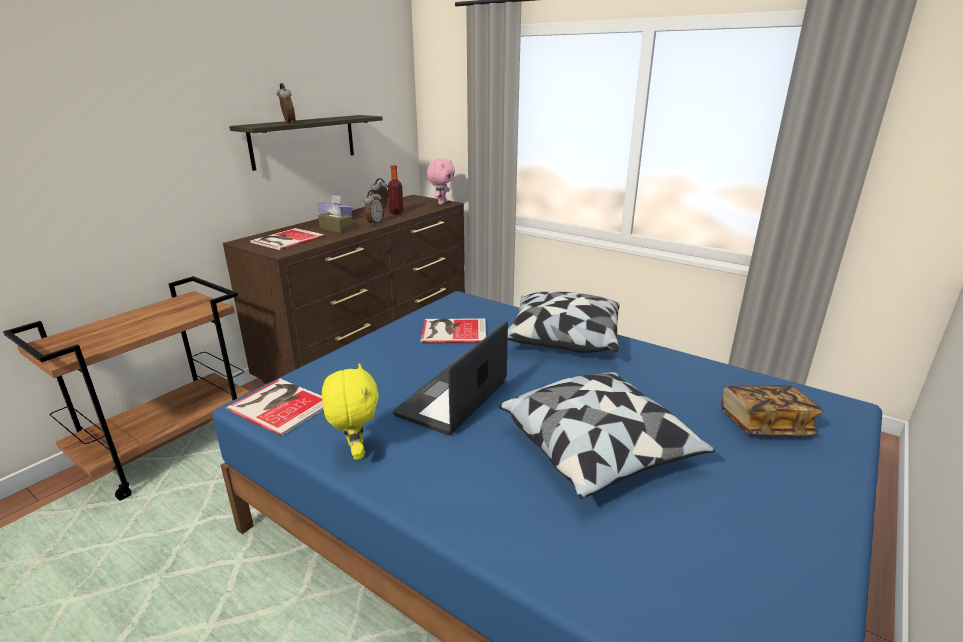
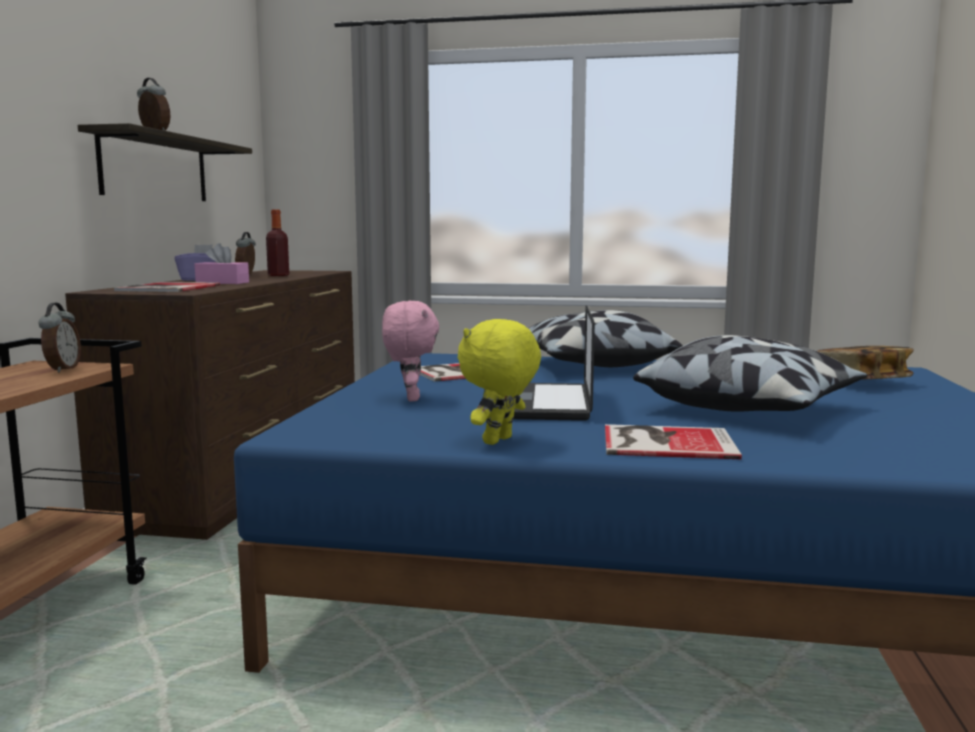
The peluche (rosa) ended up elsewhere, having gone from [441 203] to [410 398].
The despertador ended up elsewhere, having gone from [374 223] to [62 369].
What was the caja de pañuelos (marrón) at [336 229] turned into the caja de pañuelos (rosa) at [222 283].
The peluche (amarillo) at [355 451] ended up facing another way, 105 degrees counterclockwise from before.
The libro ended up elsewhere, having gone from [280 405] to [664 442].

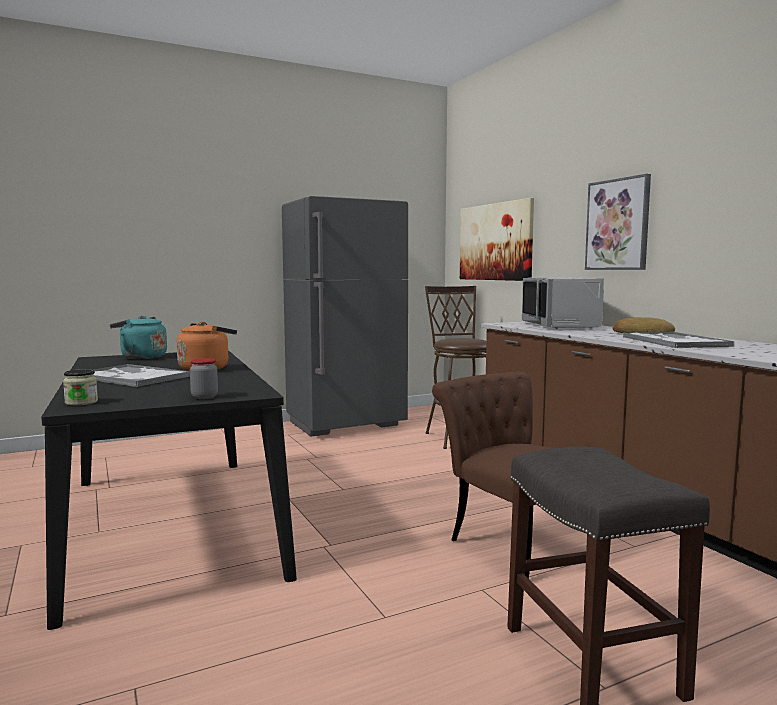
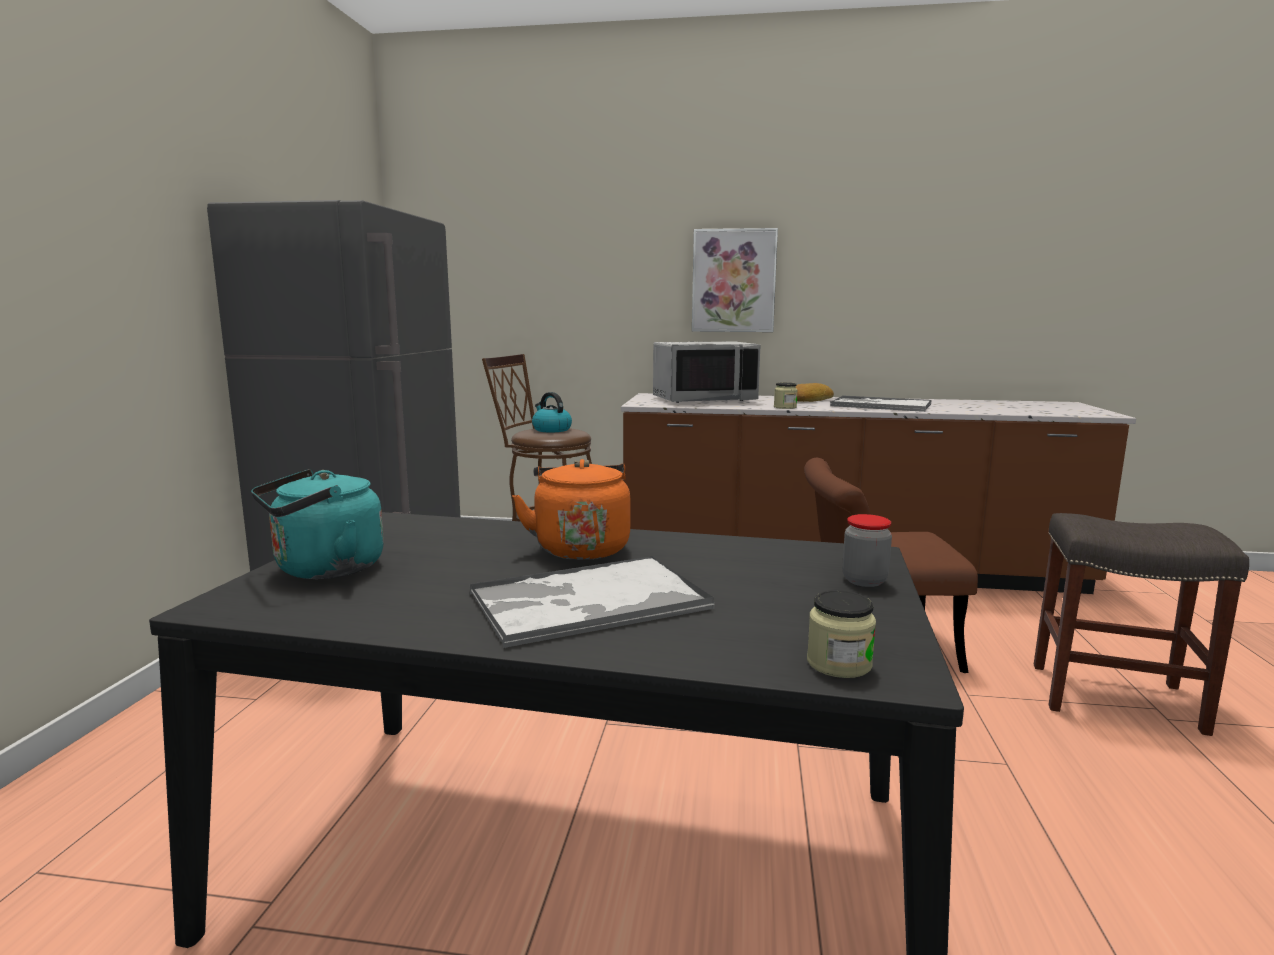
The second view lost the cuadro at [495 242].
The microondas (gris) at [561 326] ended up facing another way, 45 degrees counterclockwise from before.
The second view gained the tarro at [785 407].
The second view gained the hervidor at [551 429].

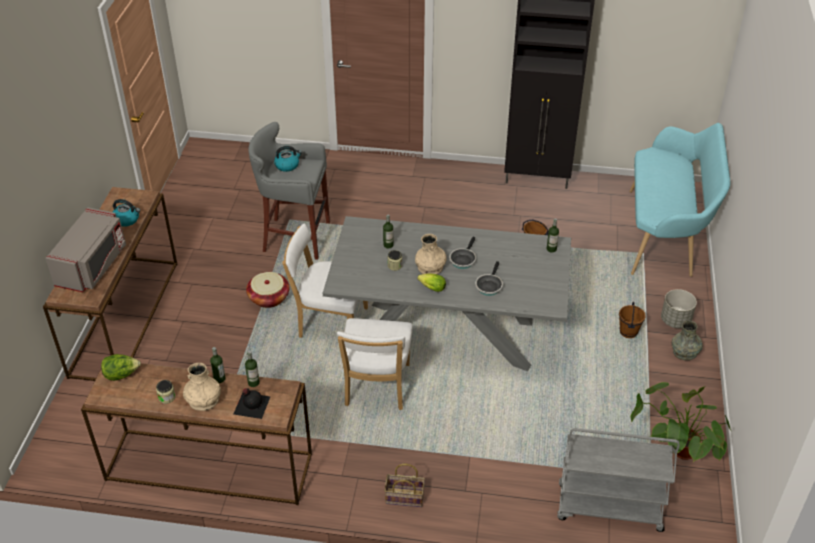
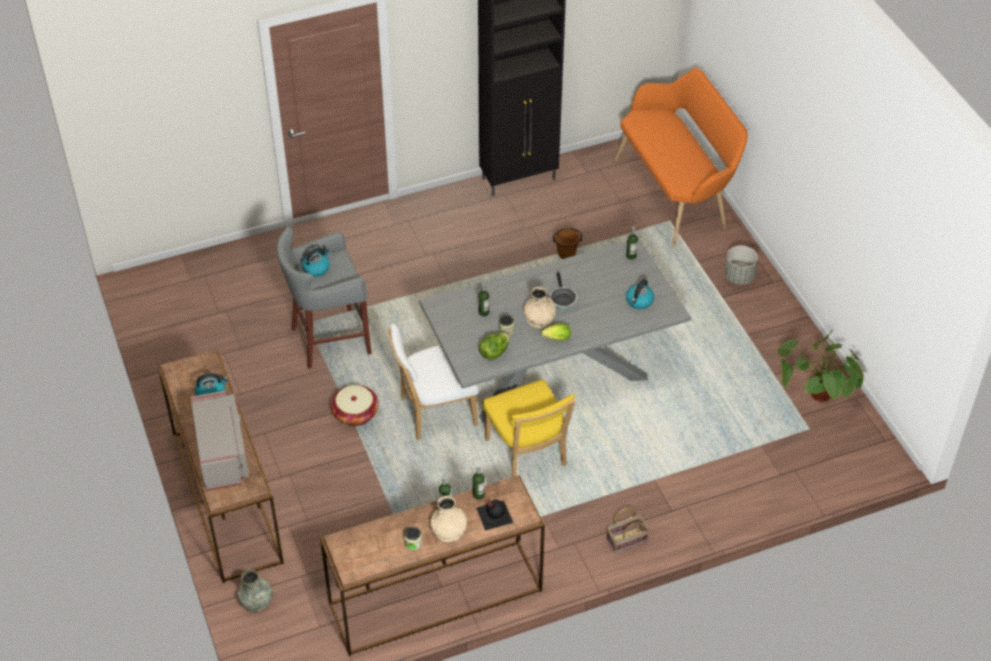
What was the banco (turquesa) at [665 234] turned into the banco (naranja) at [676 193].
The second view lost the sartén at [489 286].
The second view lost the cubo (marrón) at [628 332].
What was the silla (blanco) at [376 388] turned into the silla (amarillo) at [527 455].
The florero (gris) ended up elsewhere, having gone from [685 352] to [256 600].
The lechuga ended up elsewhere, having gone from [121 375] to [494 352].
The second view lost the carrito (gris) at [608 508].
The second view gained the hervidor at [639 301].

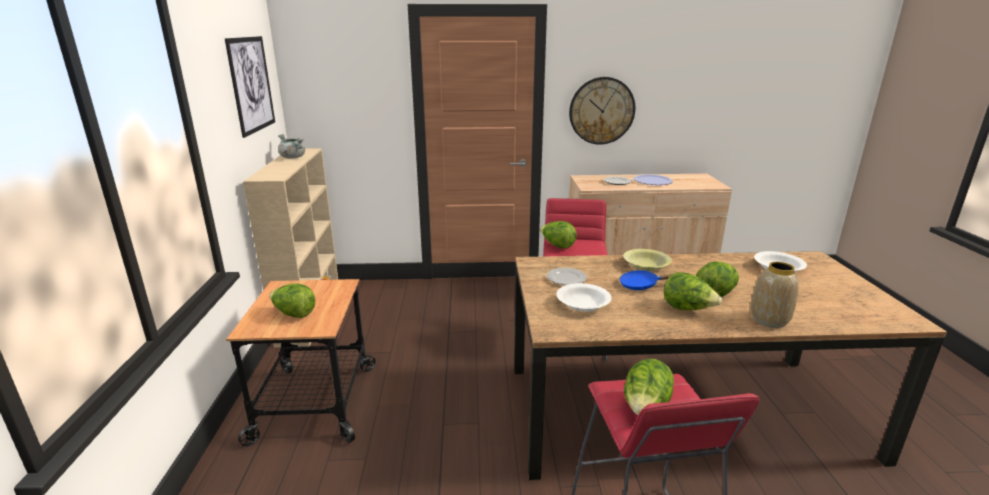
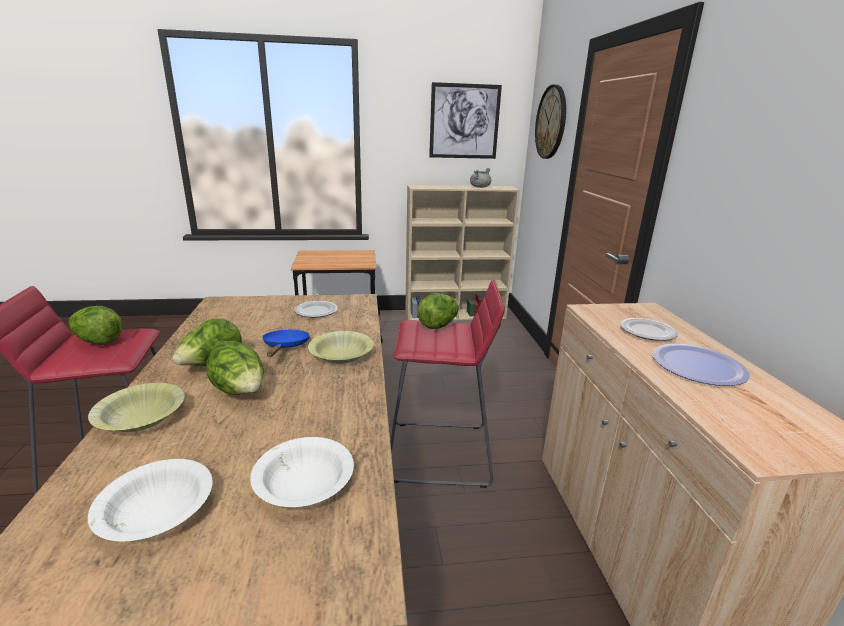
The reloj de pared ended up elsewhere, having gone from [601 111] to [551 122].
Where the florero stood at [769 320], the cuenco (amarillo) came to stand at [141 417].
The second view lost the lechuga at [294 314].
The cuenco (blanco) ended up elsewhere, having gone from [583 304] to [157 511].

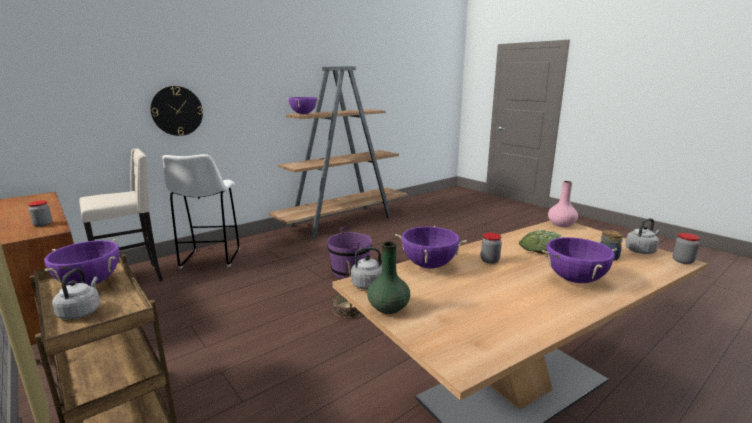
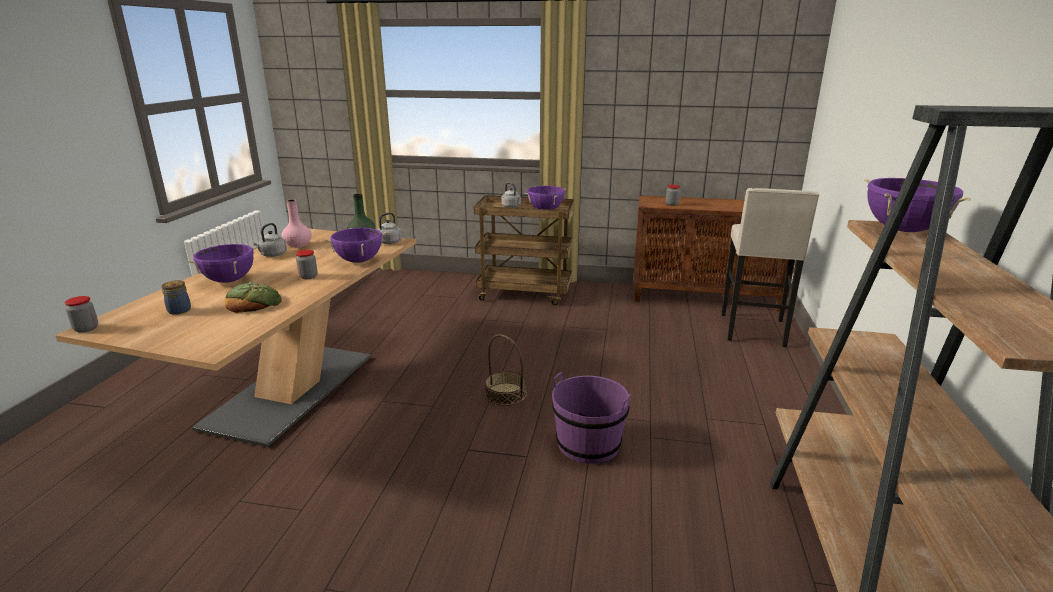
The second view lost the reloj de pared at [177 111].
The second view lost the taburete (blanco) at [210 259].
The florero (rosa) ended up elsewhere, having gone from [561 224] to [298 245].
The hervidor (gris) ended up elsewhere, having gone from [641 250] to [272 255].

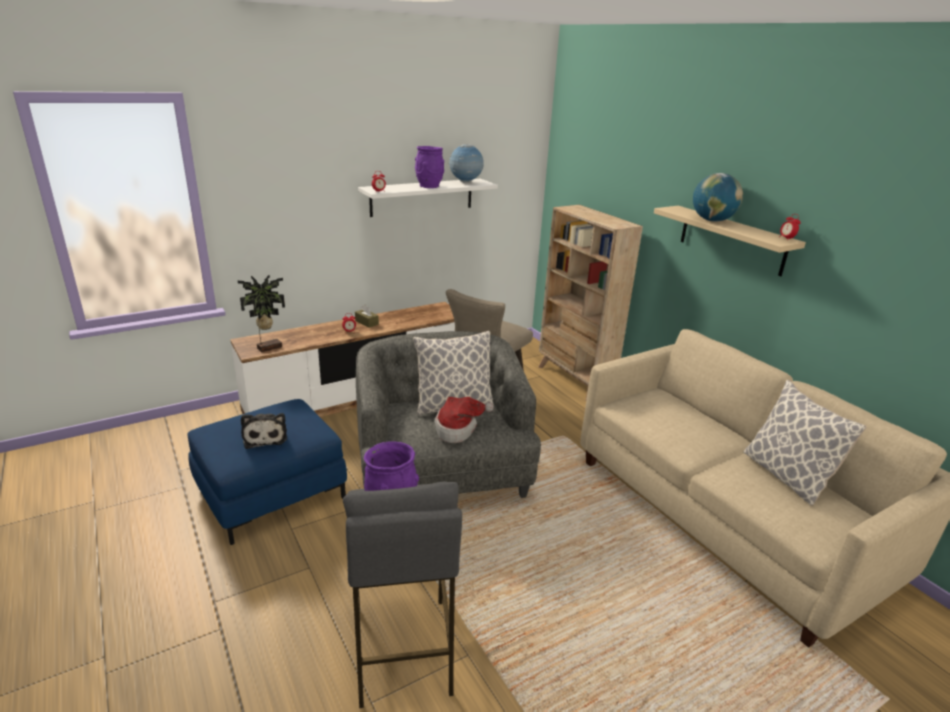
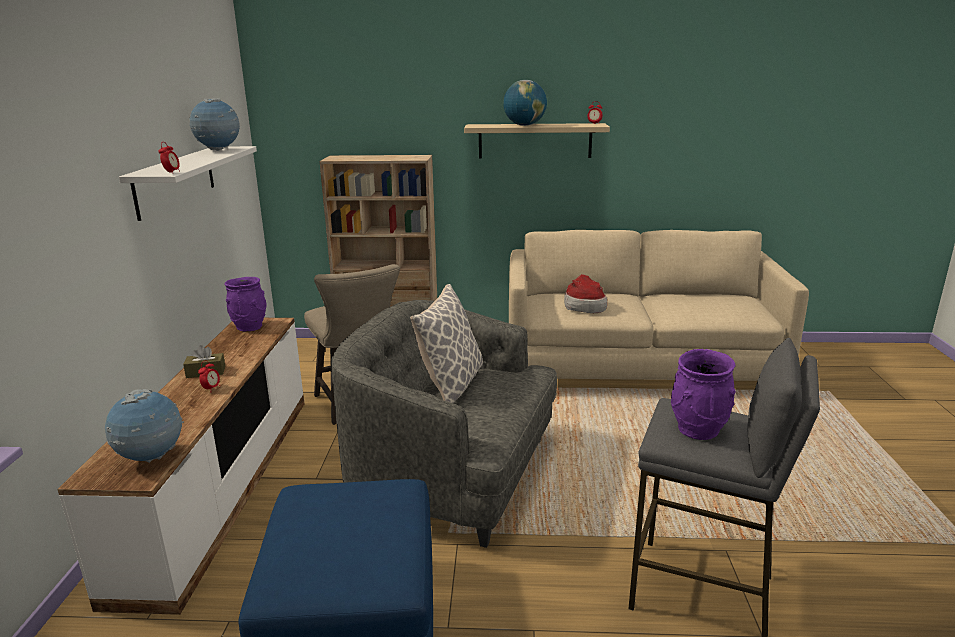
The florero (morado) ended up elsewhere, having gone from [429 186] to [250 327].
Where the planta en maceta stood at [268 347], the globo terráqueo came to stand at [151 458].
The second view lost the cojín at [786 475].
The sombrero ended up elsewhere, having gone from [458 429] to [584 305].
The second view lost the peluche at [265 437].

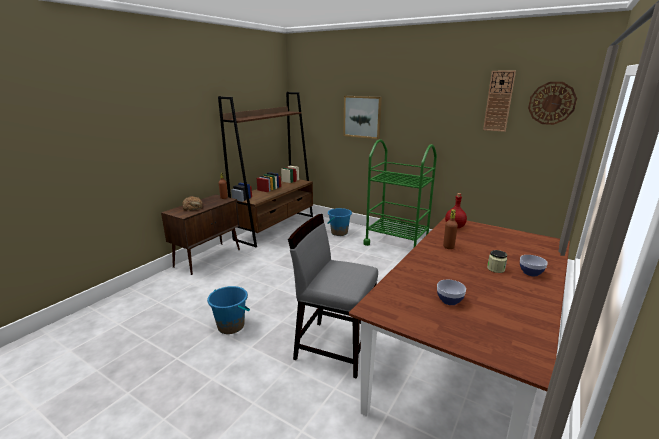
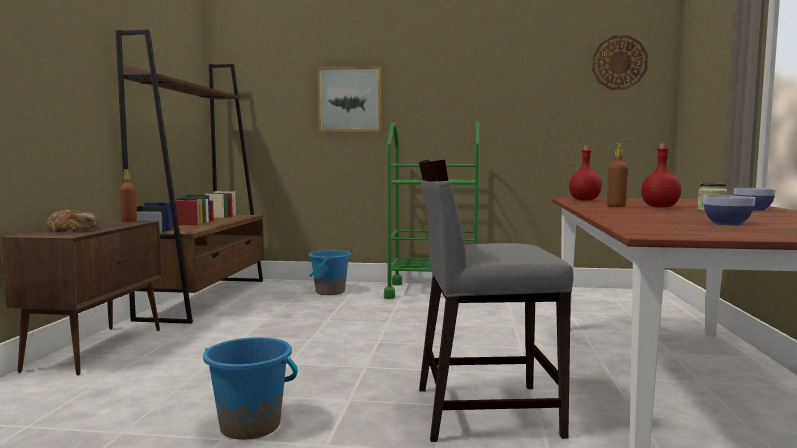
The second view lost the reloj de pared at [499 101].
The second view gained the botella (rojo) at [660 207].

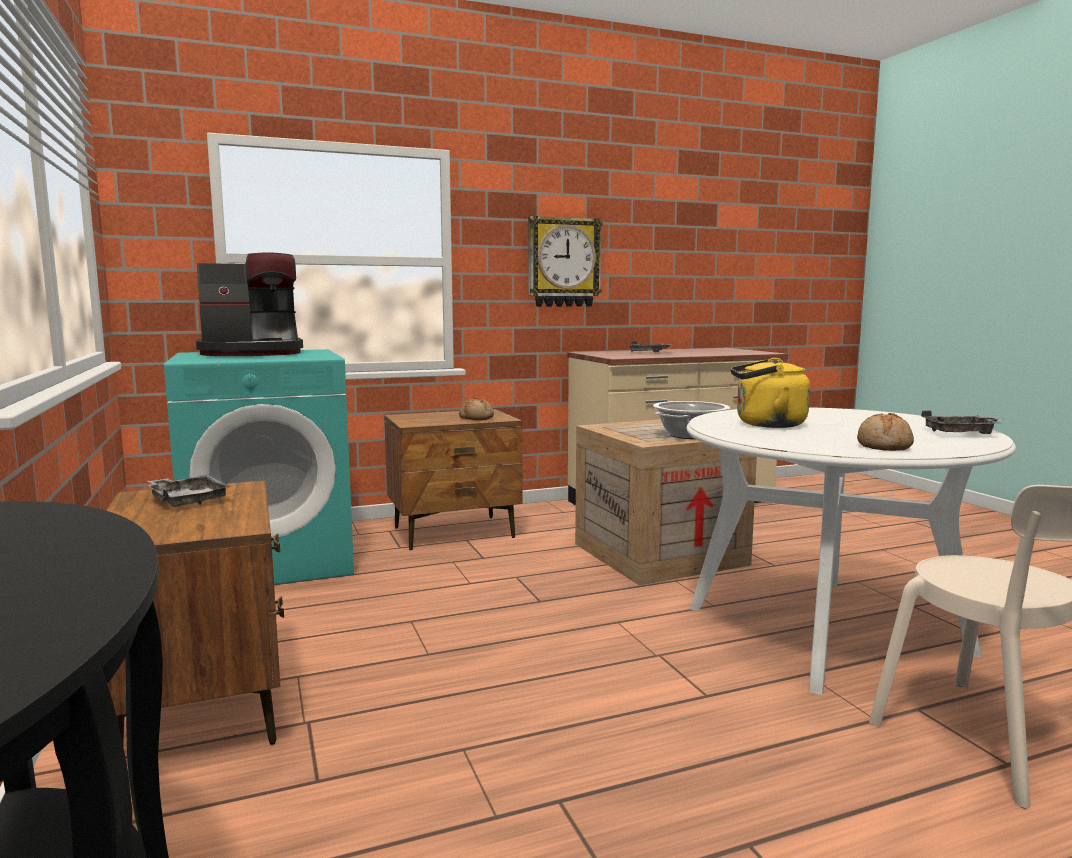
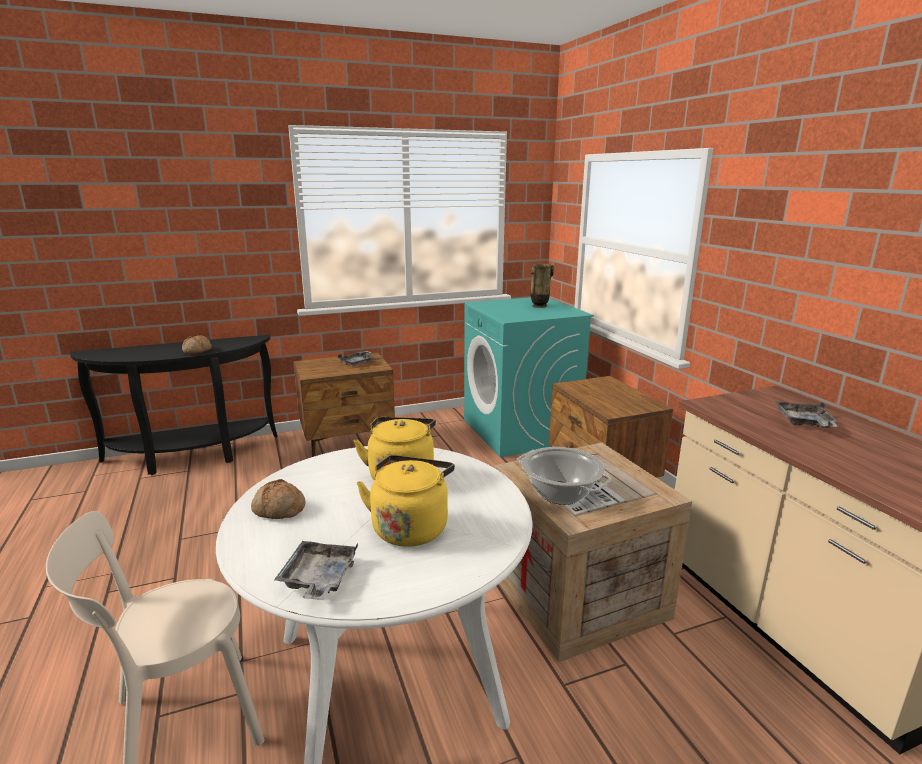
The second view lost the reloj de pared at [563 262].
Where the cafetera stood at [252 353], the florero came to stand at [539 306].
The pan ended up elsewhere, having gone from [476 418] to [197 351].
The second view gained the hervidor (amarillo) at [410 527].

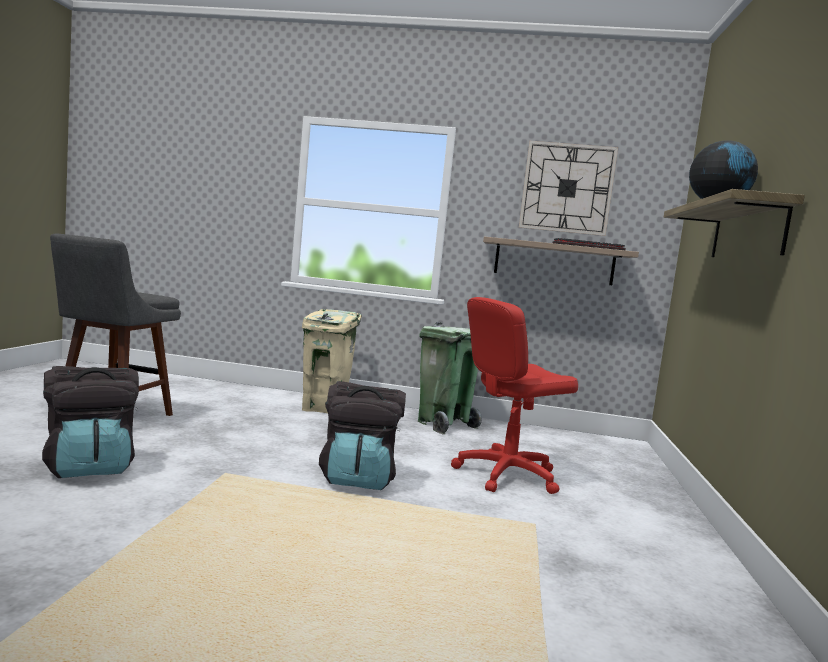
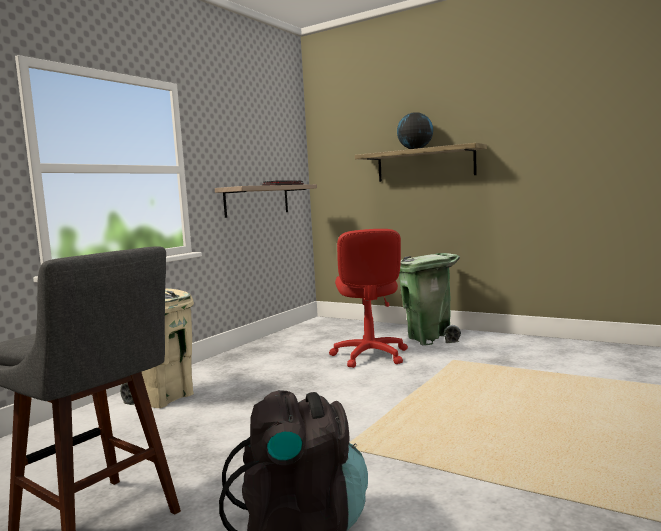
The second view lost the reloj de pared at [567 188].
The papelera (verde) ended up elsewhere, having gone from [444 424] to [429 339].
The second view lost the mochila (negro) at [358 478].

